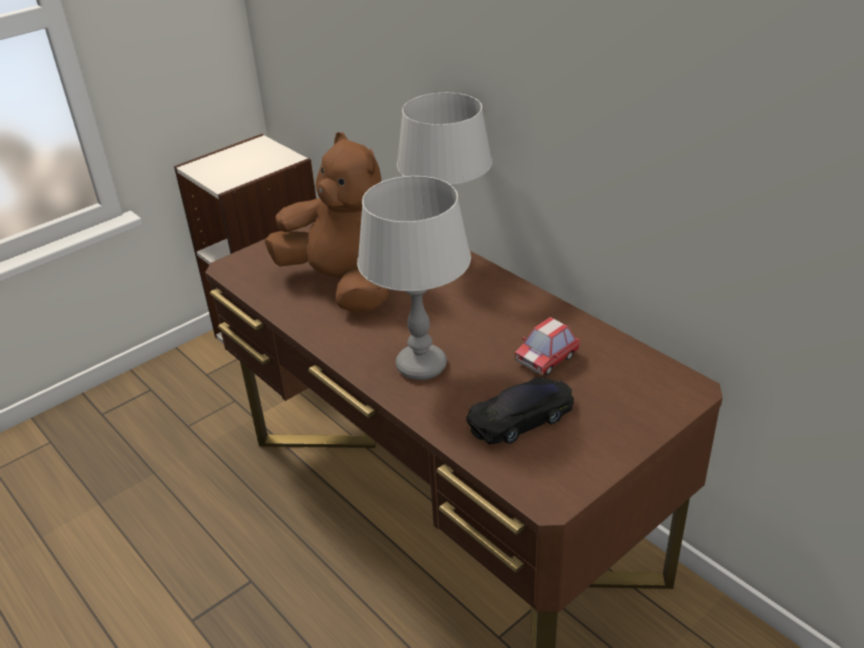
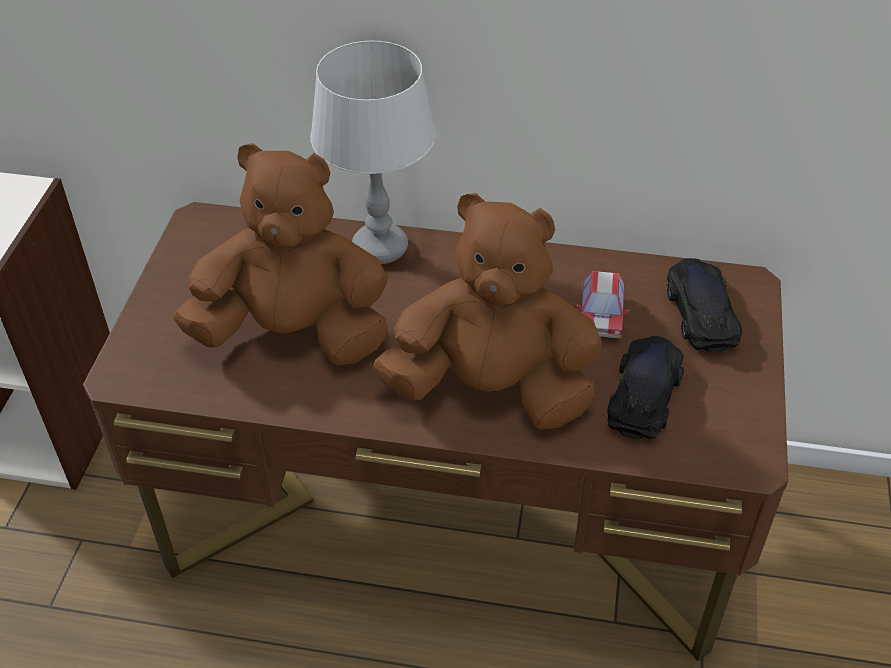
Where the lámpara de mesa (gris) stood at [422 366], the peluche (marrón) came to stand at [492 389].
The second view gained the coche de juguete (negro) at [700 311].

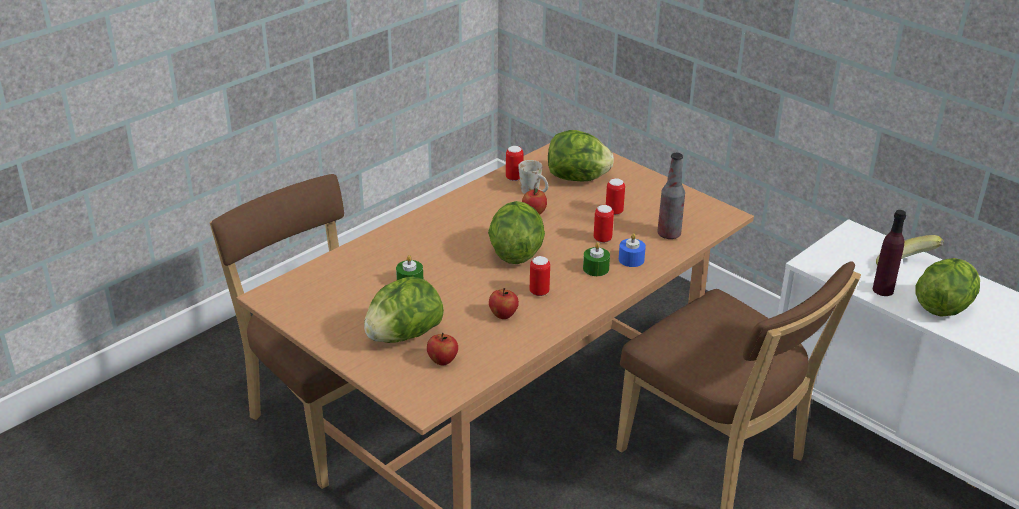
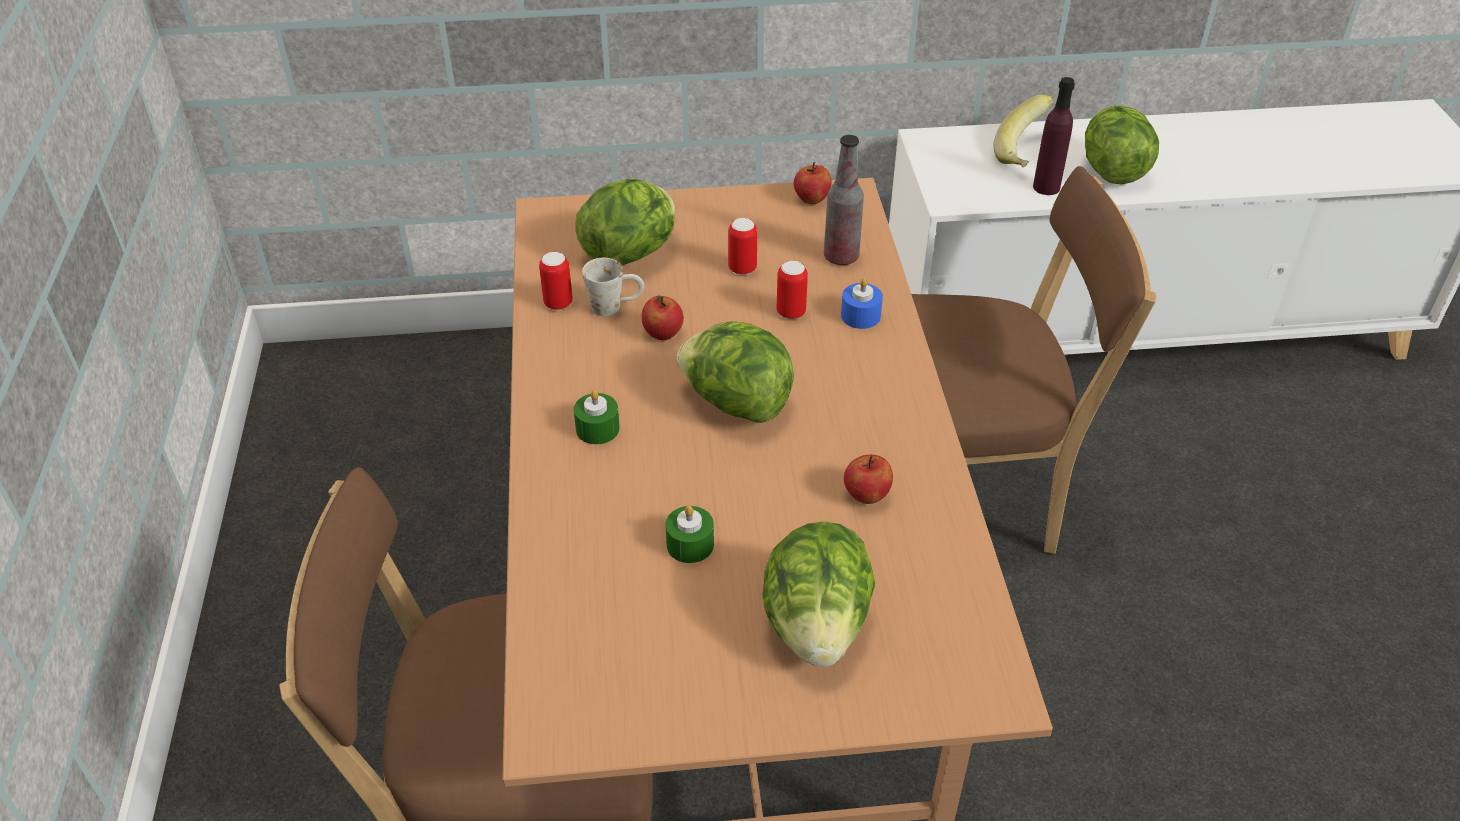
The vela (verde) ended up elsewhere, having gone from [596 268] to [597 429].
The second view lost the lata at [539 292].
The manzana ended up elsewhere, having gone from [442 361] to [811 199].

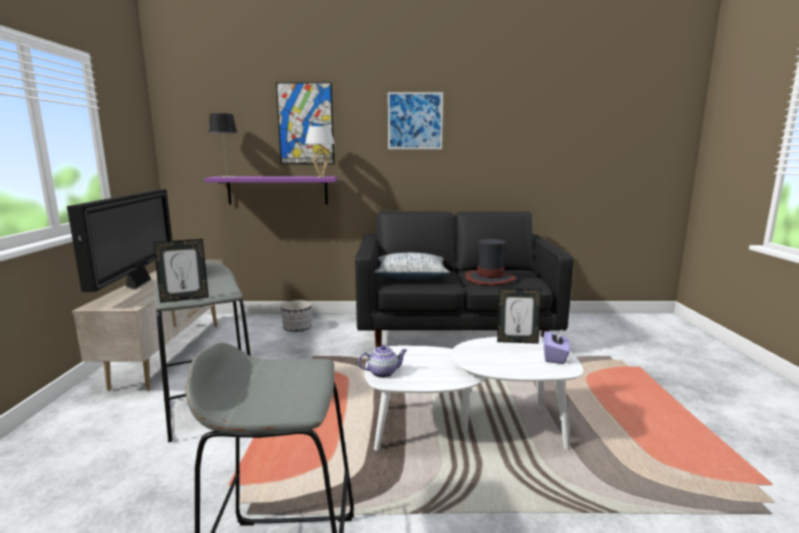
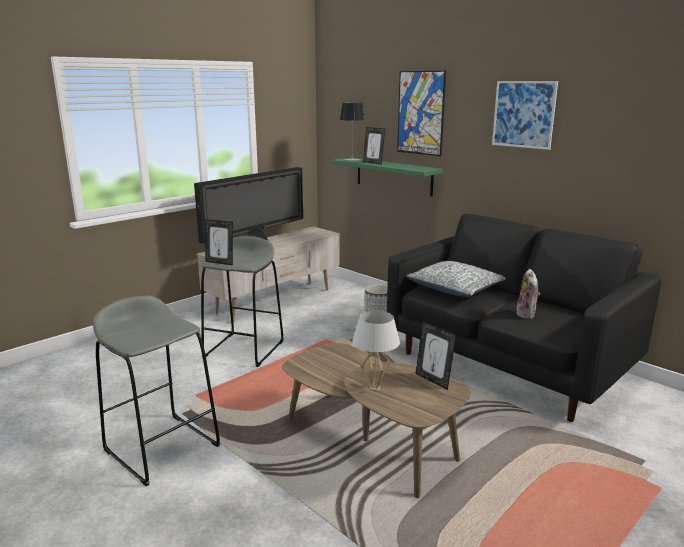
The lámpara de mesa (blanco) ended up elsewhere, having gone from [321 177] to [374 388].
What was the estante (morado) at [277 190] turned into the estante (verde) at [393 176].
Where the sombrero stood at [490 279], the peluche came to stand at [527 315].
The second view lost the caja de pañuelos (morado) at [555 357].
What was the mesa de centro (blanco) at [467 428] turned into the mesa de centro (marrón) at [369 441].
The second view lost the tetera at [383 372].
The second view gained the portarretratos at [373 163].

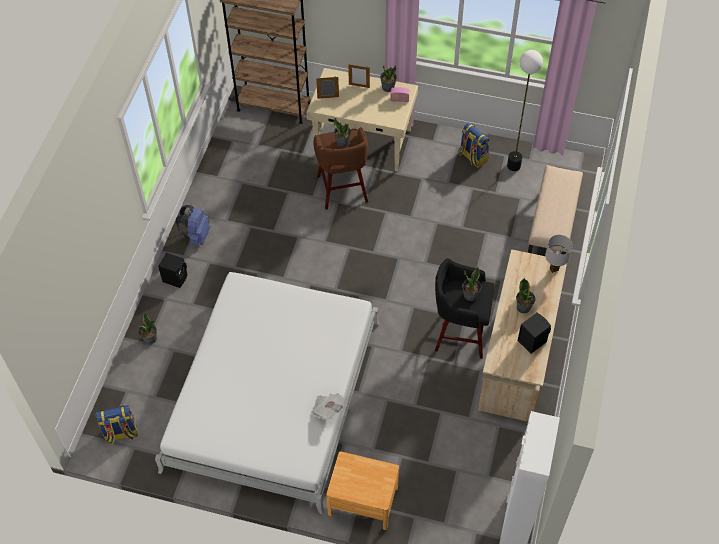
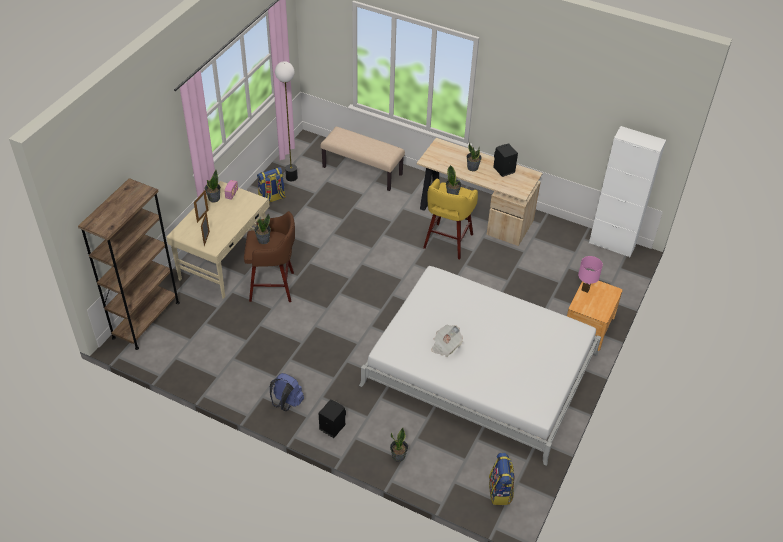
The second view lost the lámpara de mesa (blanco) at [554 269].
What was the taburete (negro) at [459 334] turned into the taburete (amarillo) at [447 242].
The periódico ended up elsewhere, having gone from [328 409] to [445 346].
The second view gained the lámpara de mesa (rosa) at [585 290].

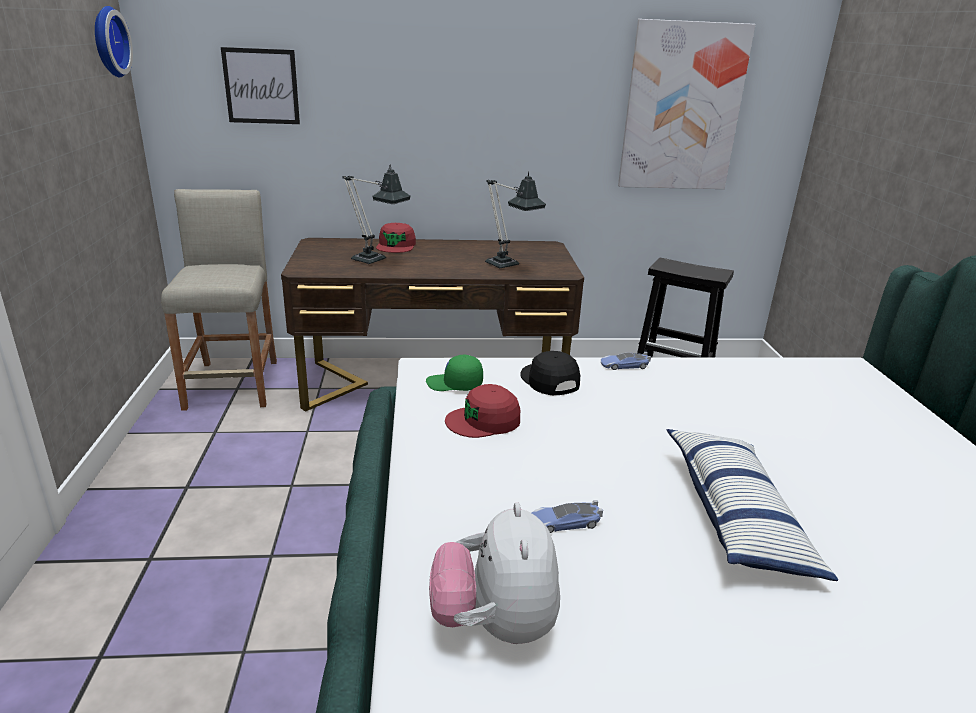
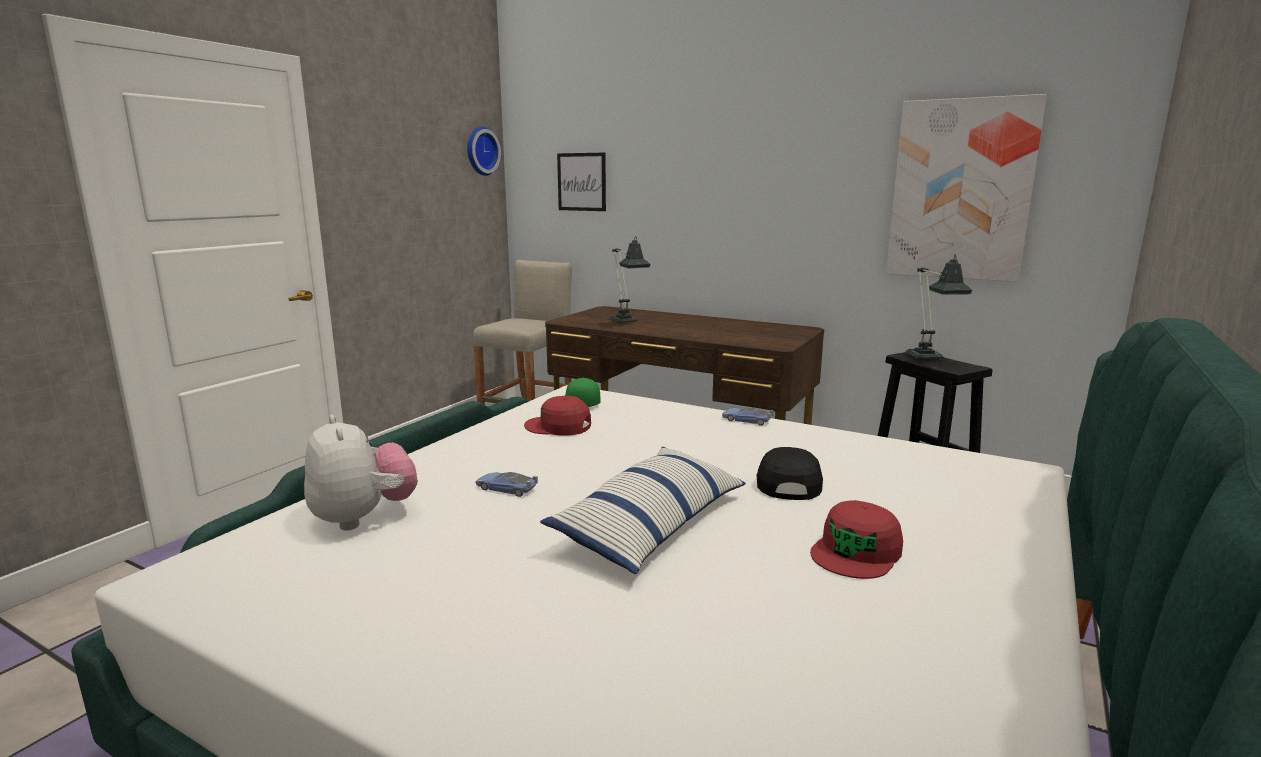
The lámpara de mesa ended up elsewhere, having gone from [507 266] to [927 358].
The gorra (rojo) ended up elsewhere, having gone from [396 245] to [857 552].
The gorra (negro) ended up elsewhere, having gone from [549 380] to [787 483].
The peluche at [495 625] ended up facing another way, 120 degrees clockwise from before.

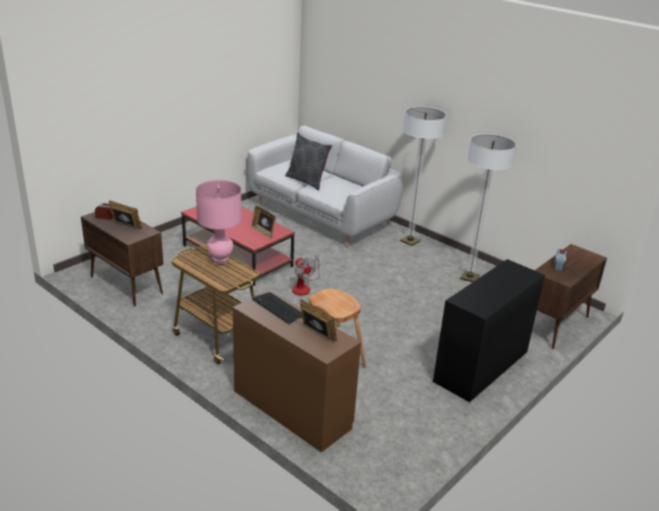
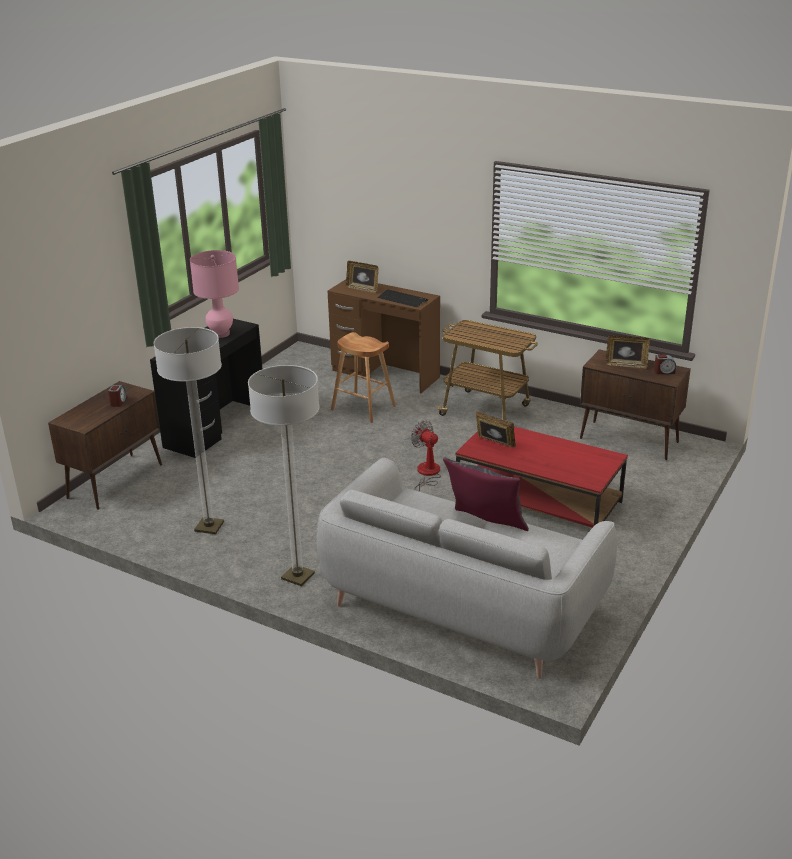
The lámpara de mesa (rosa) ended up elsewhere, having gone from [220 260] to [220 334].

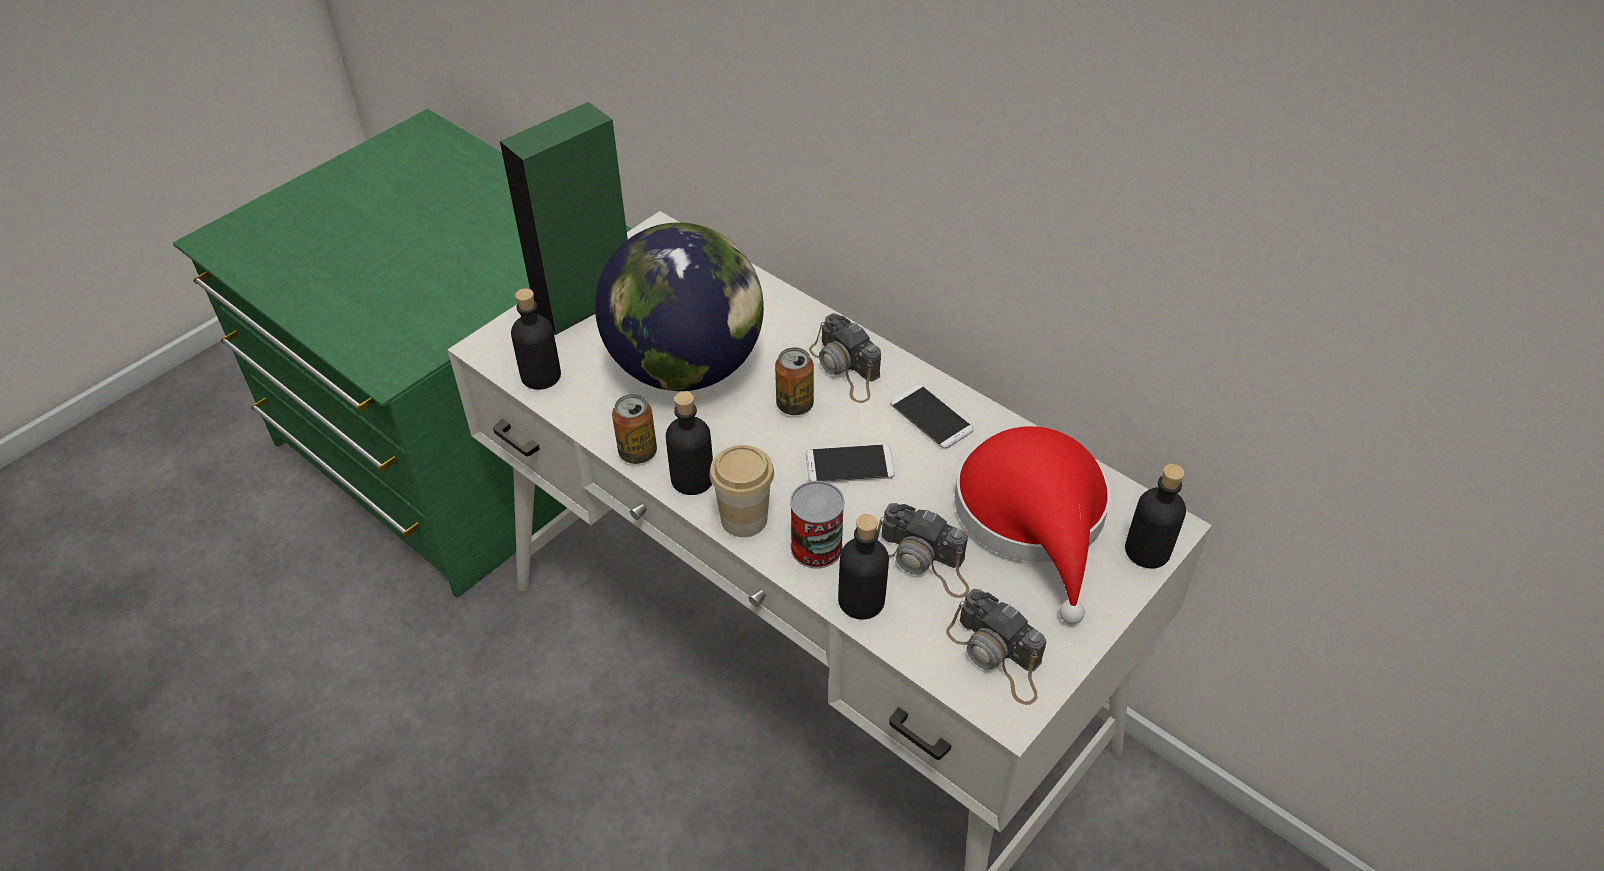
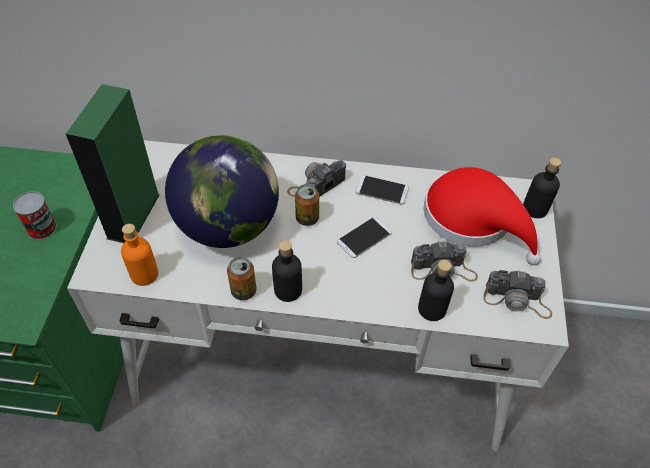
What was the botella (negro) at [541 375] turned into the botella (naranja) at [144 274].
The cámara at [846 368] ended up facing another way, 120 degrees clockwise from before.
The second view lost the taza at [744 519].
The lata ended up elsewhere, having gone from [816 547] to [41 228].

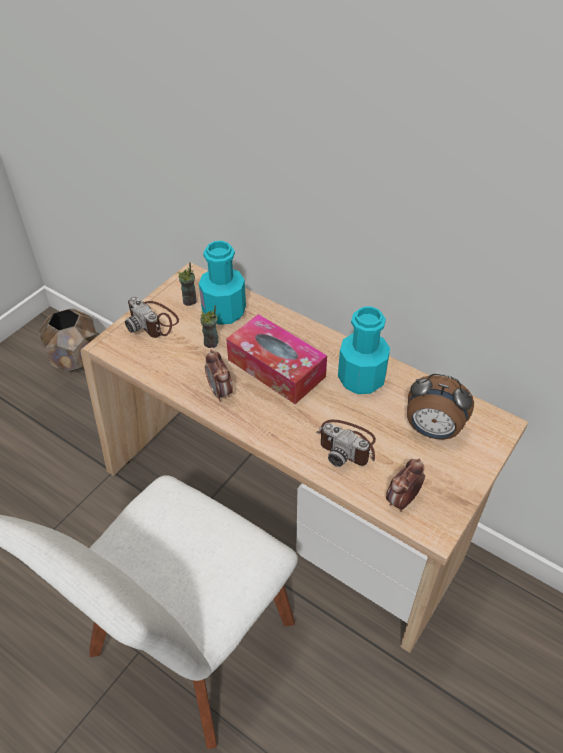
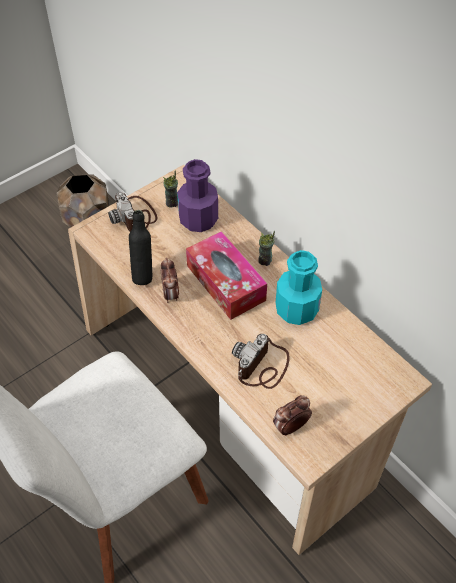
What was the botella (turquesa) at [224 311] turned into the botella (morado) at [198 219].
The taza ended up elsewhere, having gone from [211 343] to [265 261].
The second view lost the despertador at [432 431].
The cámara at [347 444] ended up facing another way, 75 degrees clockwise from before.
The second view gained the botella (negro) at [143 274].

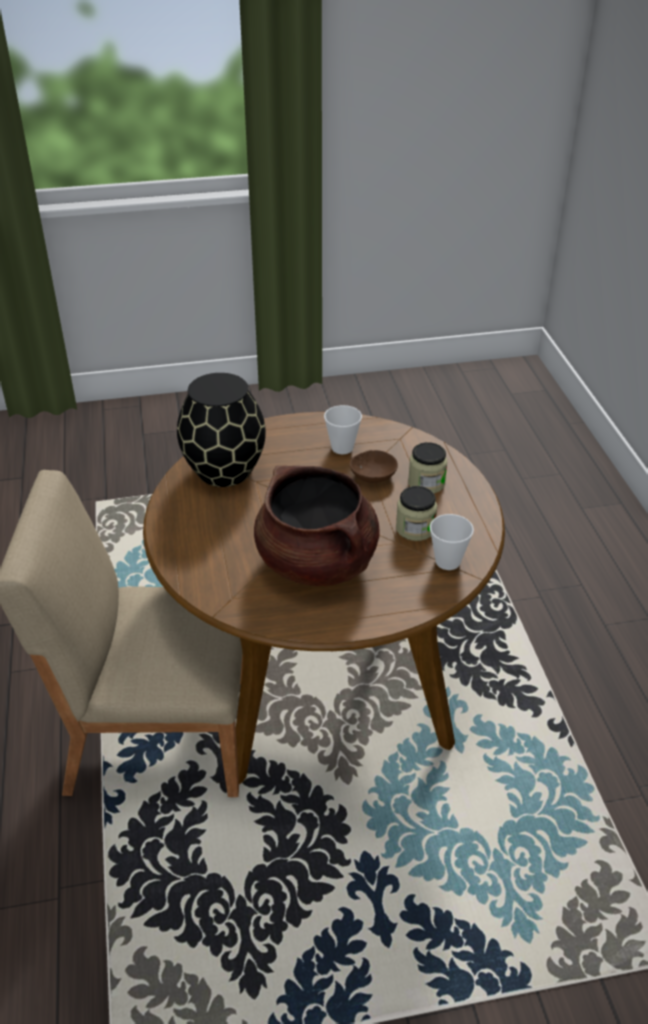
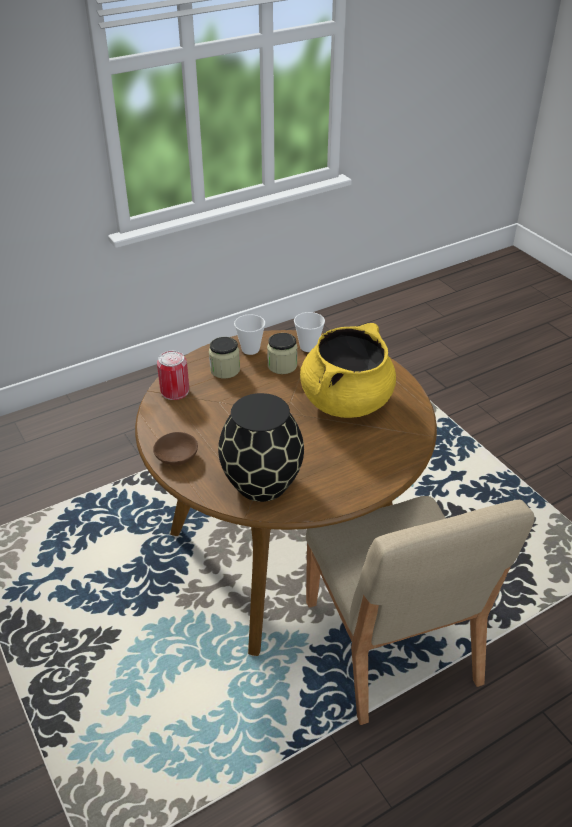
The taza ended up elsewhere, having gone from [342 448] to [250 349].
The cuenco (marrón) ended up elsewhere, having gone from [373 476] to [178 456].
What was the olla (marrón) at [317 563] turned into the olla (amarillo) at [346 401].
The second view gained the lata at [175 391].

